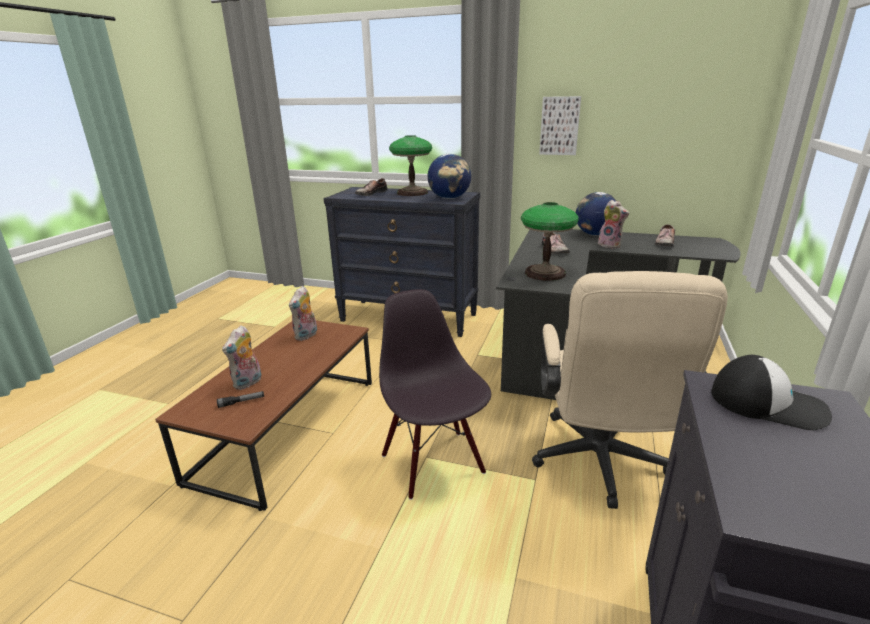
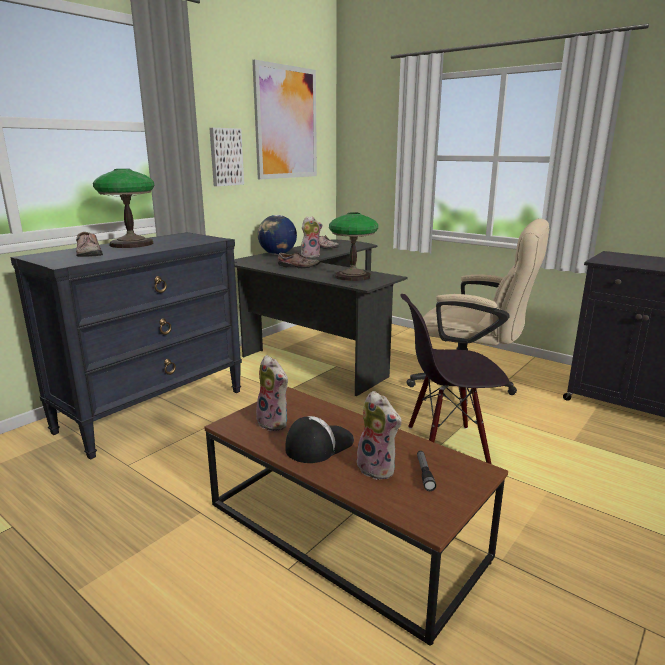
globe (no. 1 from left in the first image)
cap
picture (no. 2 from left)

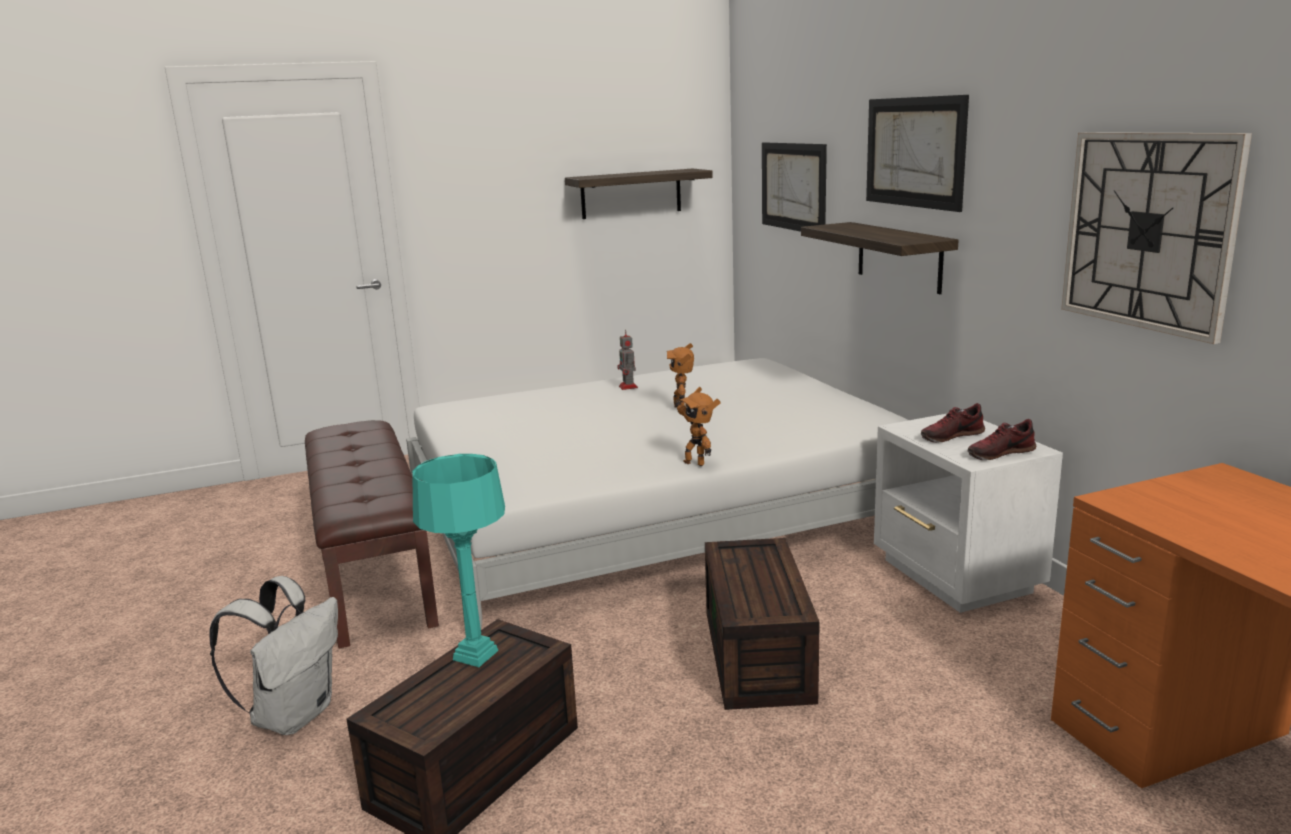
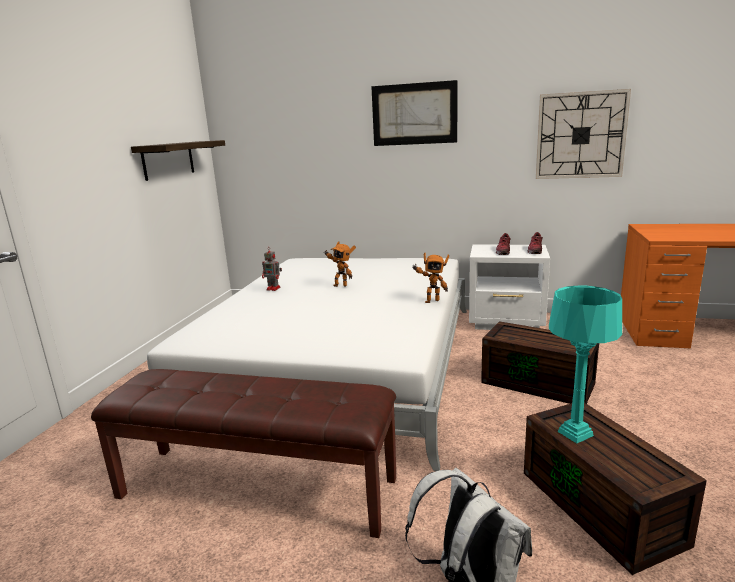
picture (no. 1 from left in the first image)
shelf (no. 2 from left in the first image)

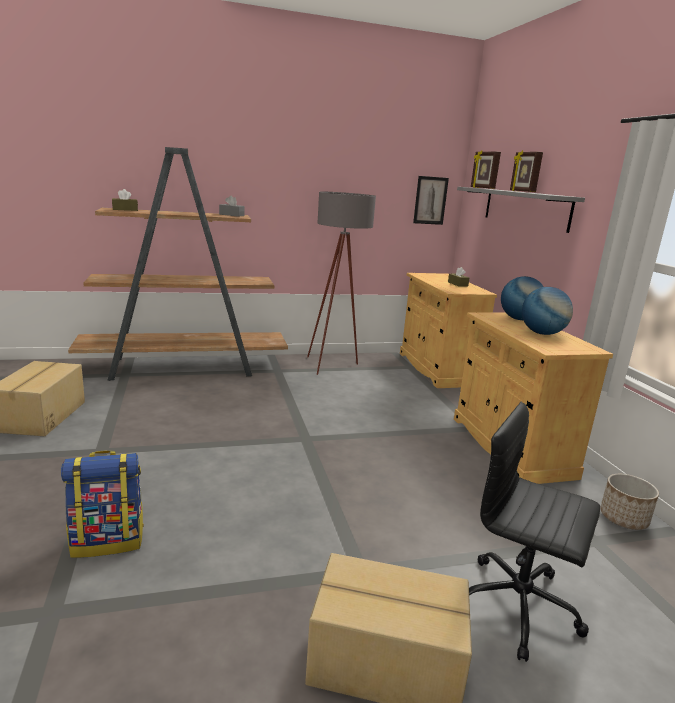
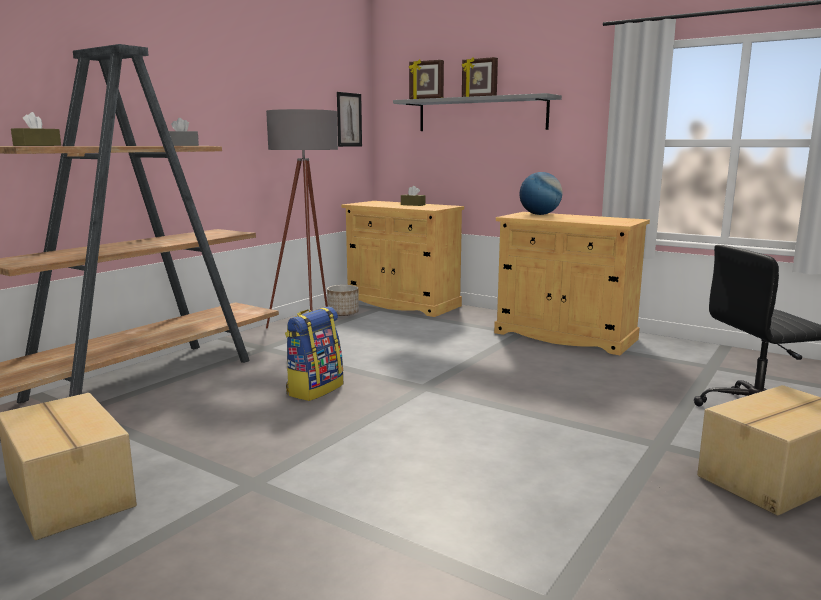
globe (no. 2 from left in the first image)
backpack
planter

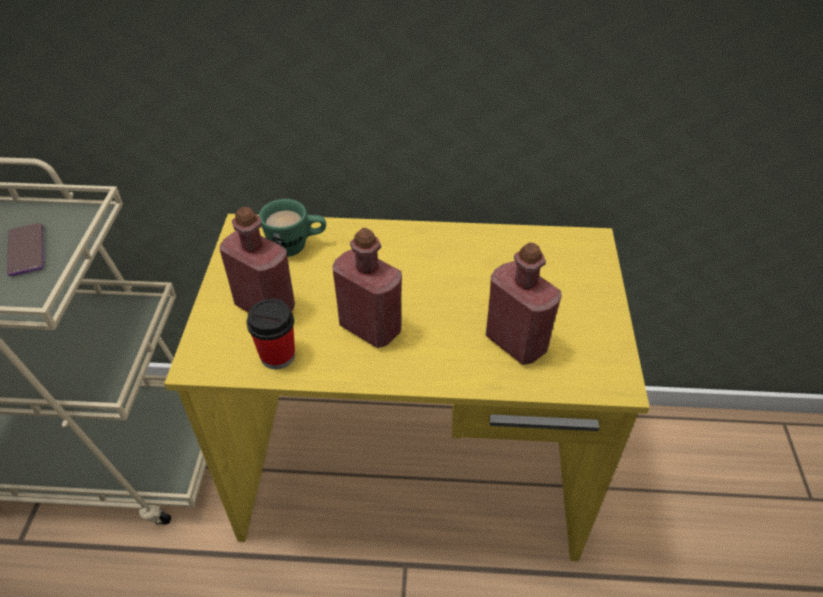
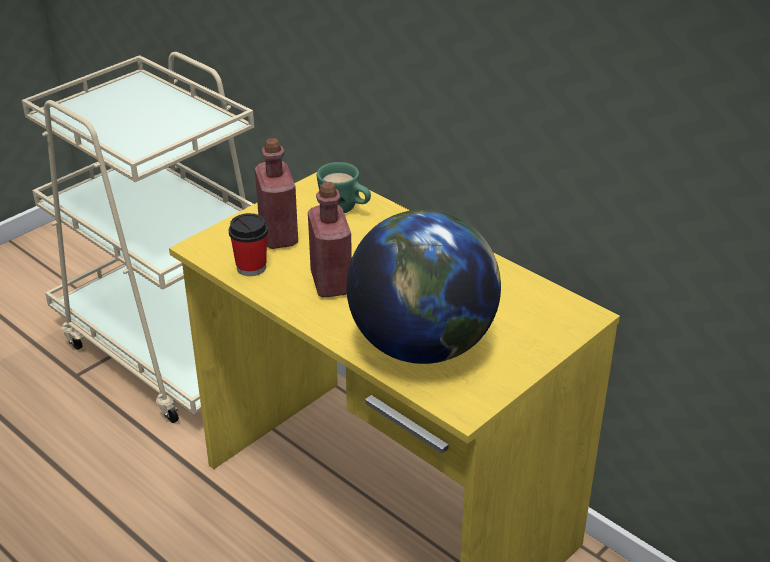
phone
globe

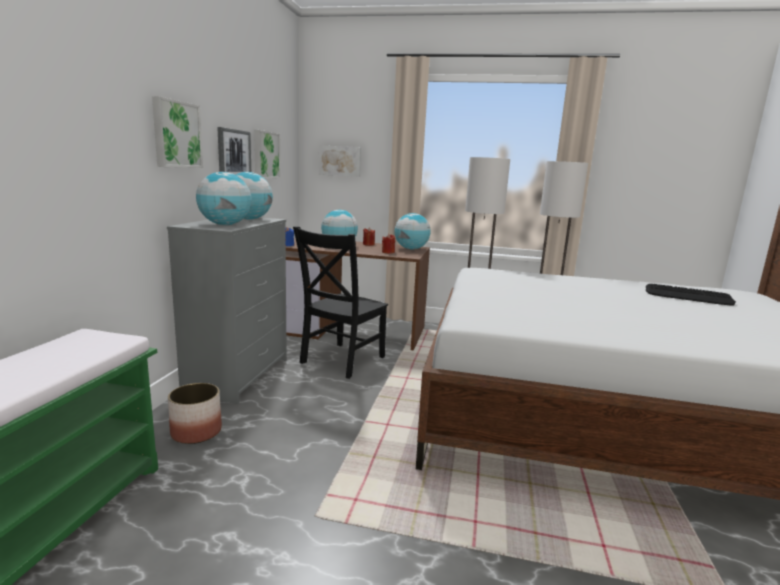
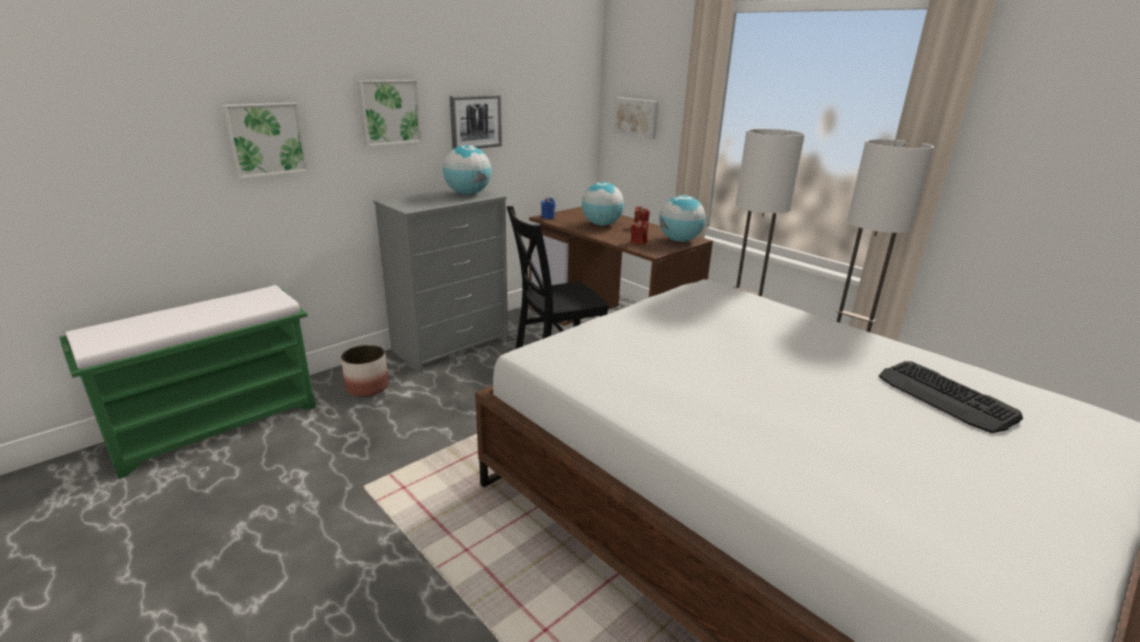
picture (no. 1 from left)
globe (no. 1 from left in the first image)

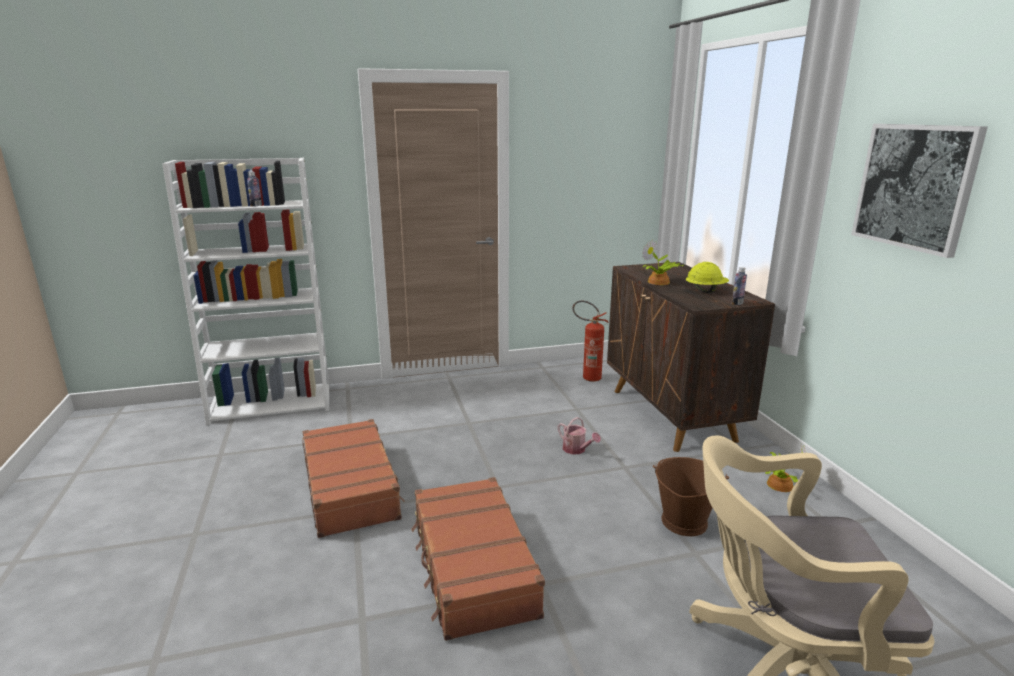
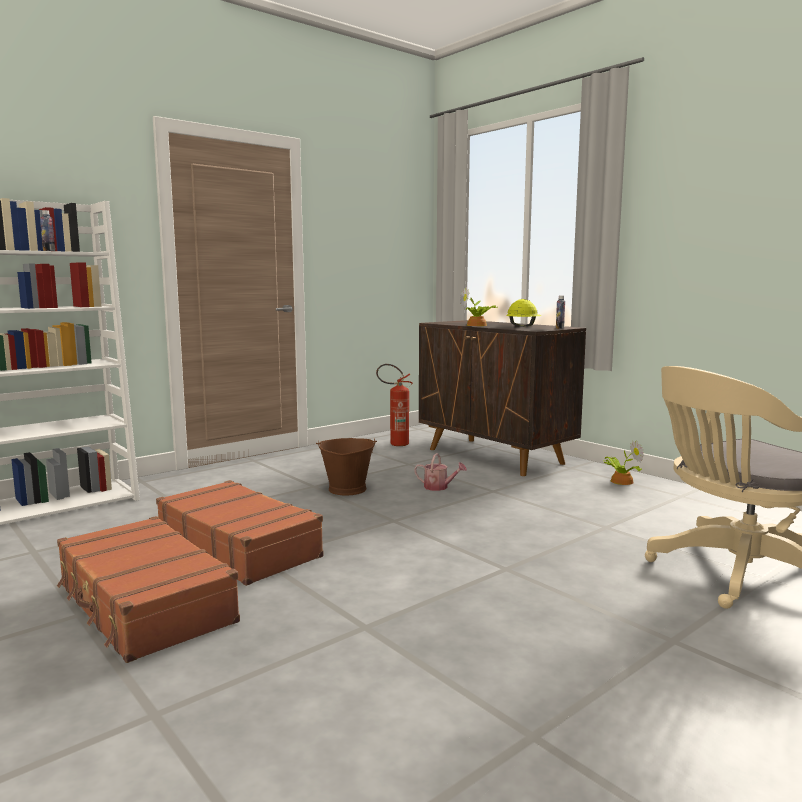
picture
brown bucket
brown suitcase (no. 1 from left)

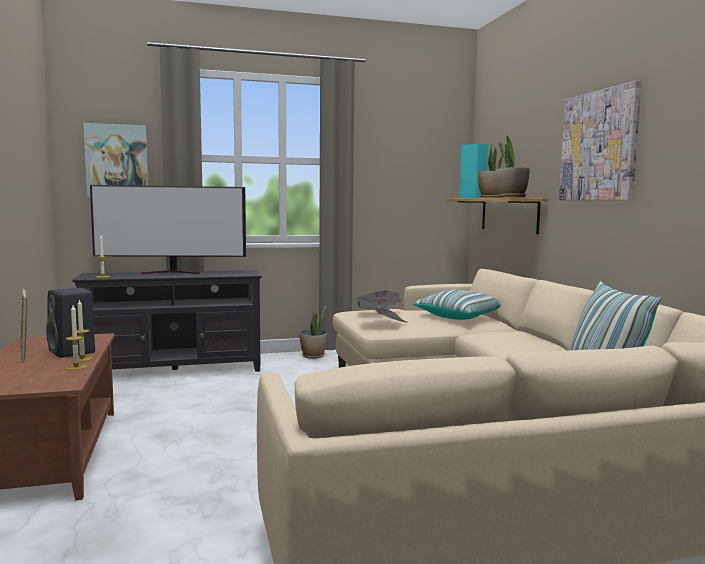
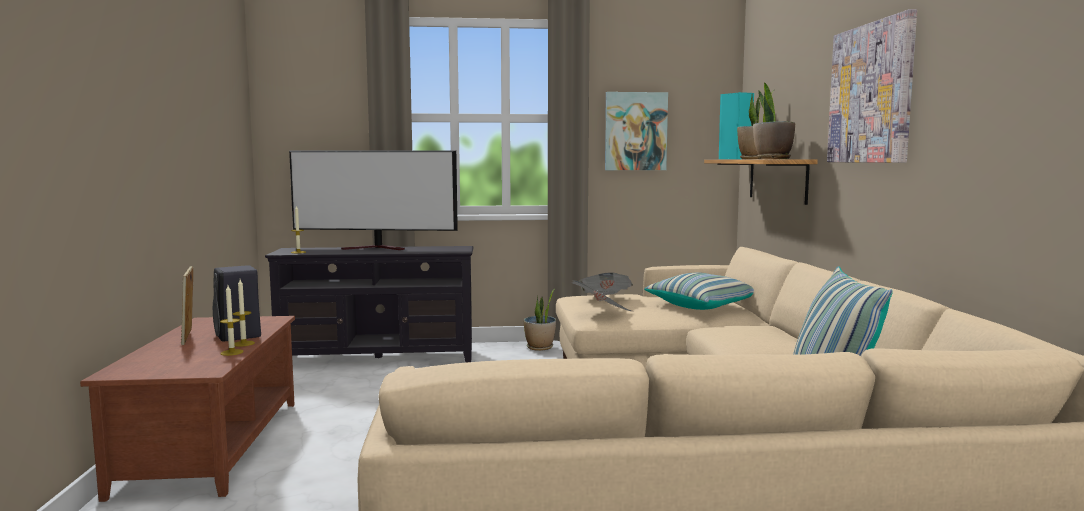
picture (no. 1 from left)

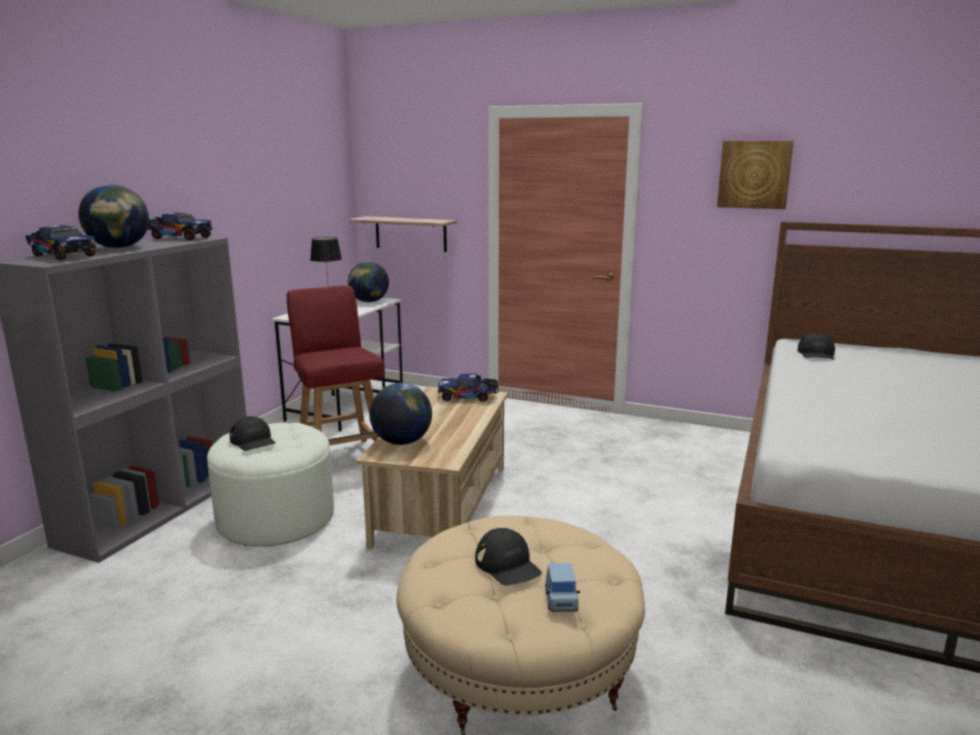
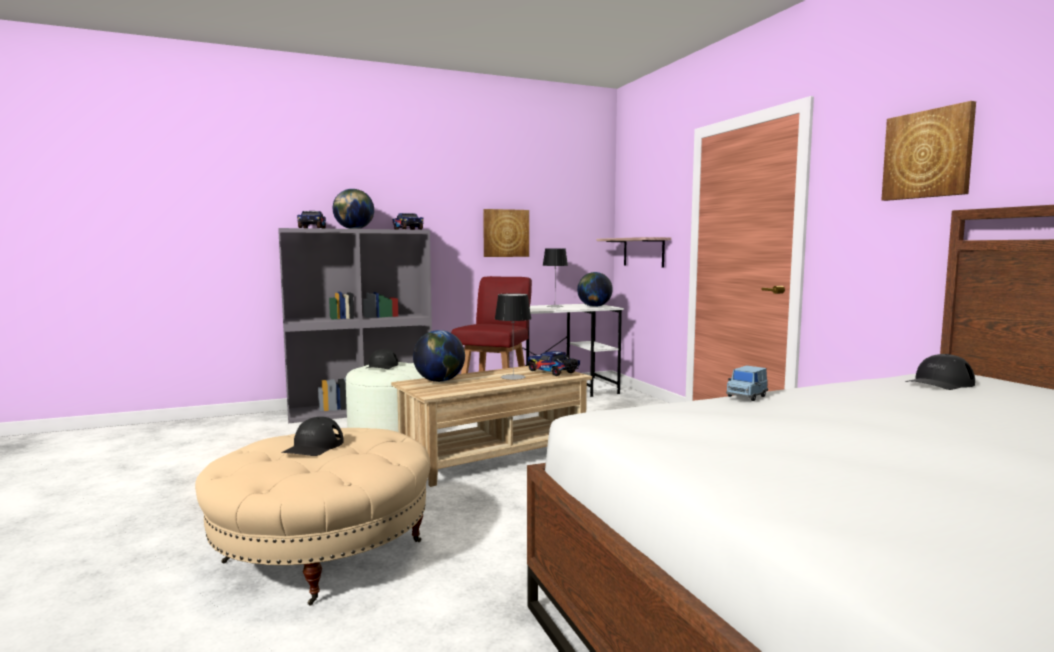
blue toy car
picture (no. 1 from left)
table lamp (no. 1 from left)

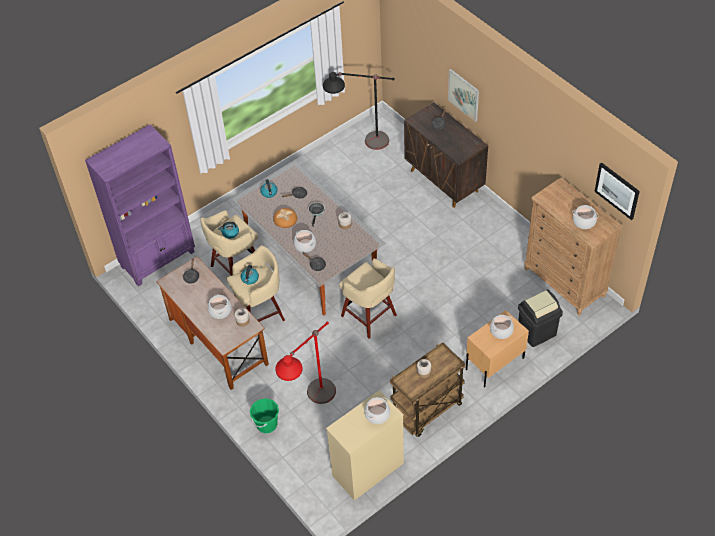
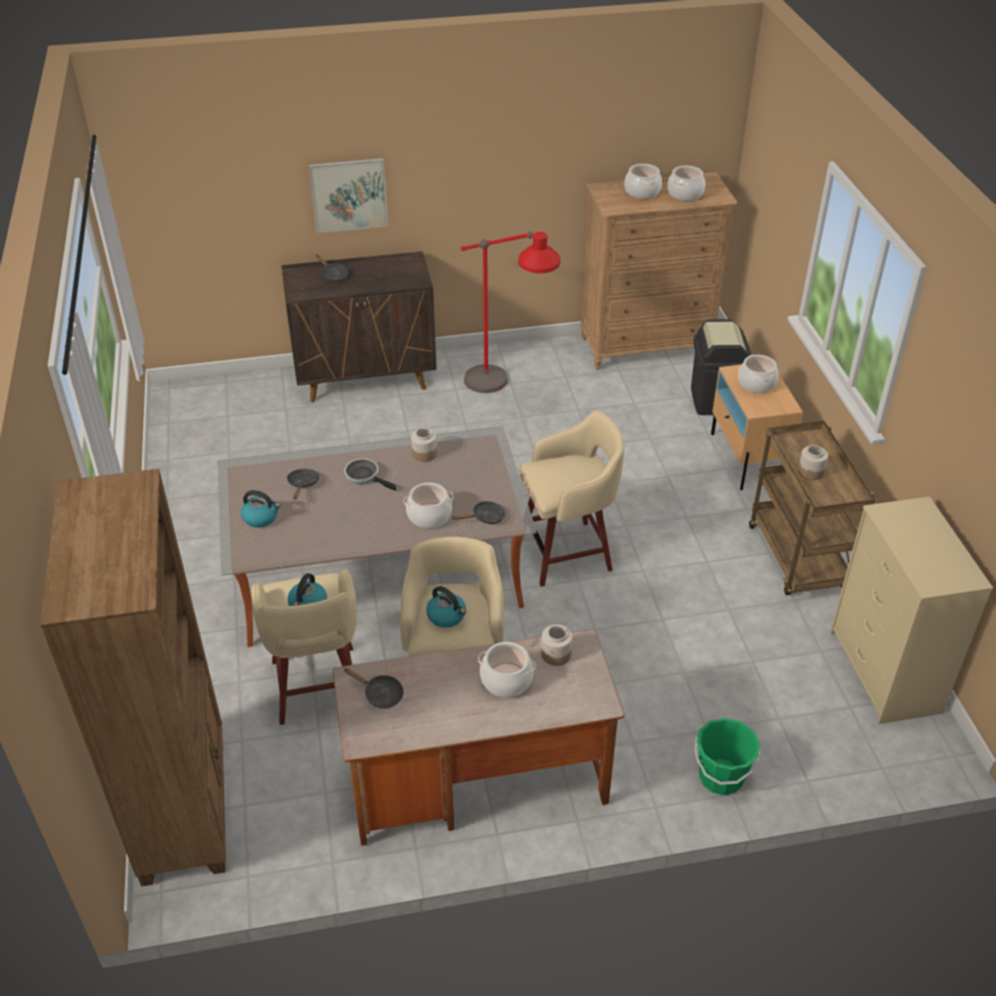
black floor lamp
brown bookcase
picture (no. 2 from left in the first image)
bread
red floor lamp
cooking pot (no. 3 from left)

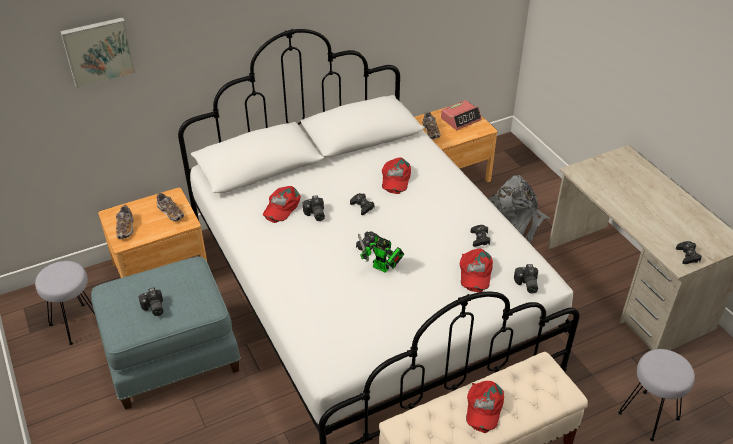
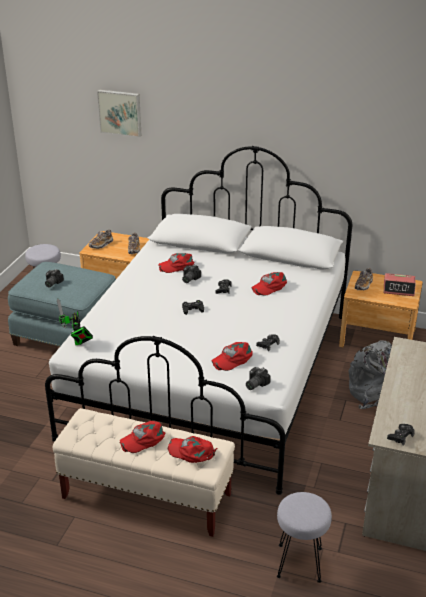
toy robot
red cap (no. 3 from left)

